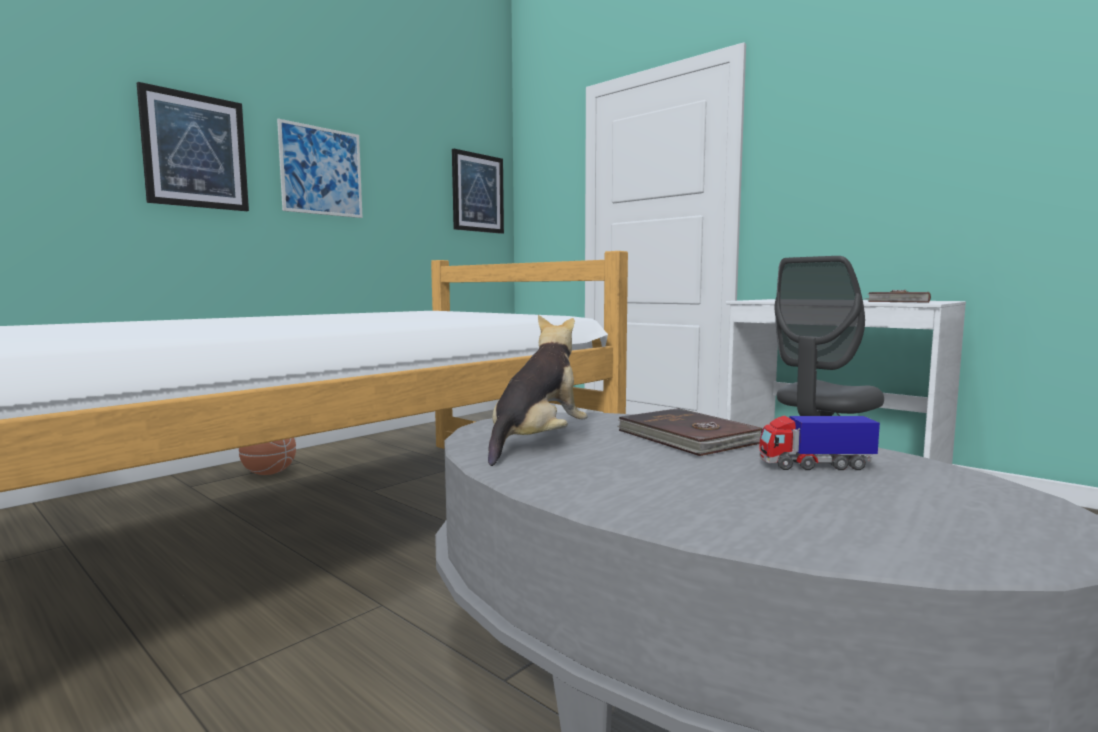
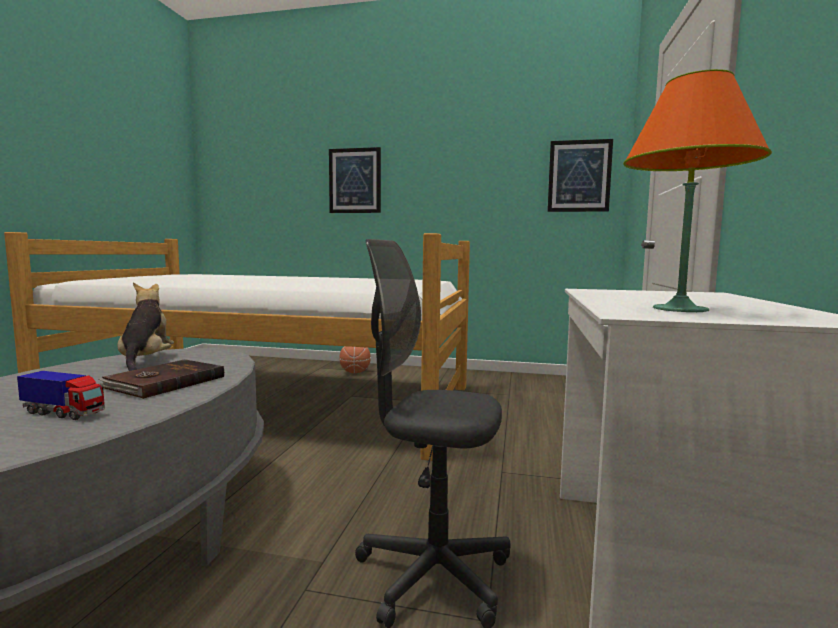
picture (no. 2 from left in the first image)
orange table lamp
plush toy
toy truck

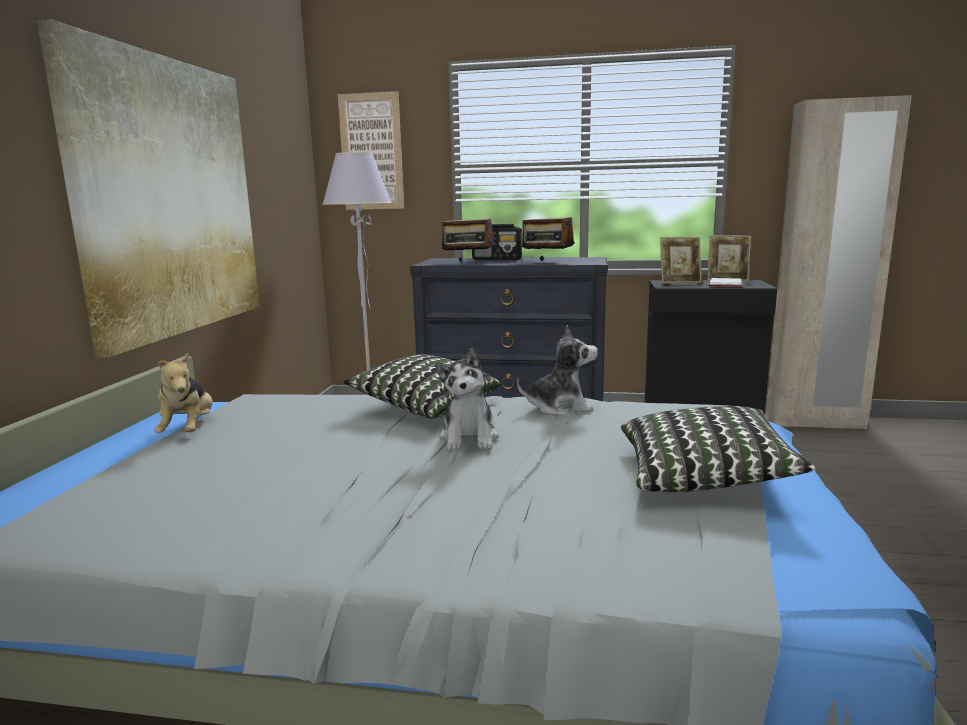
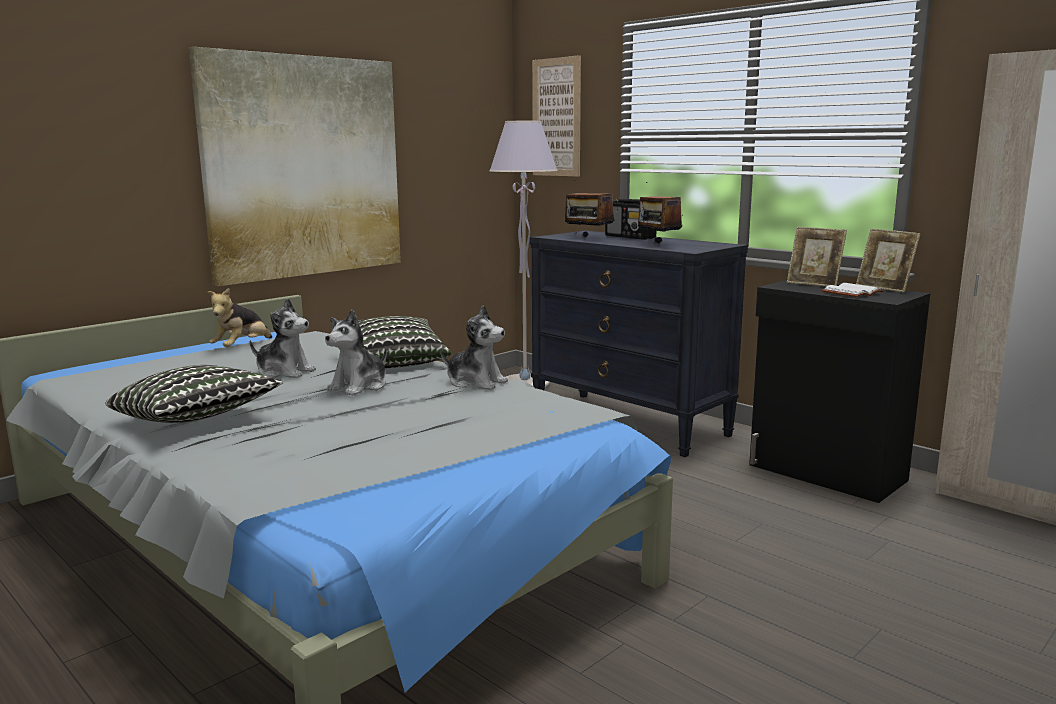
pillow (no. 1 from left)
plush toy (no. 2 from left)

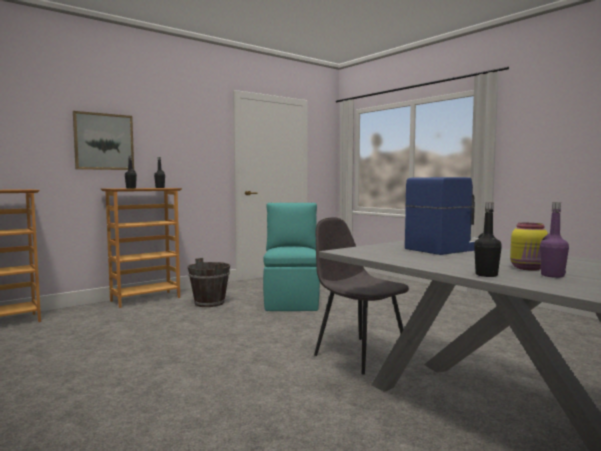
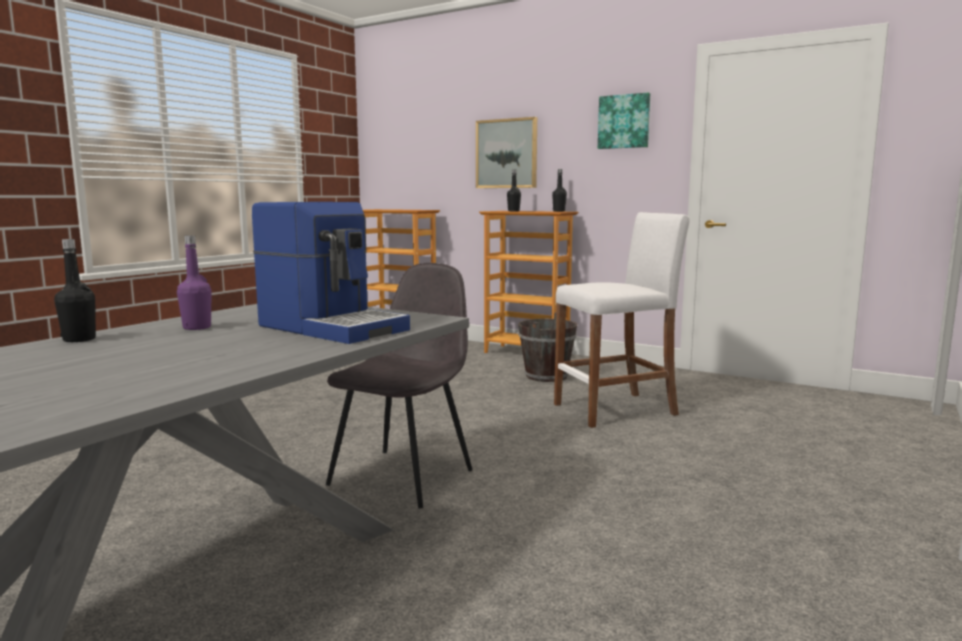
purple bottle
white stool
yellow jar
picture (no. 2 from left)

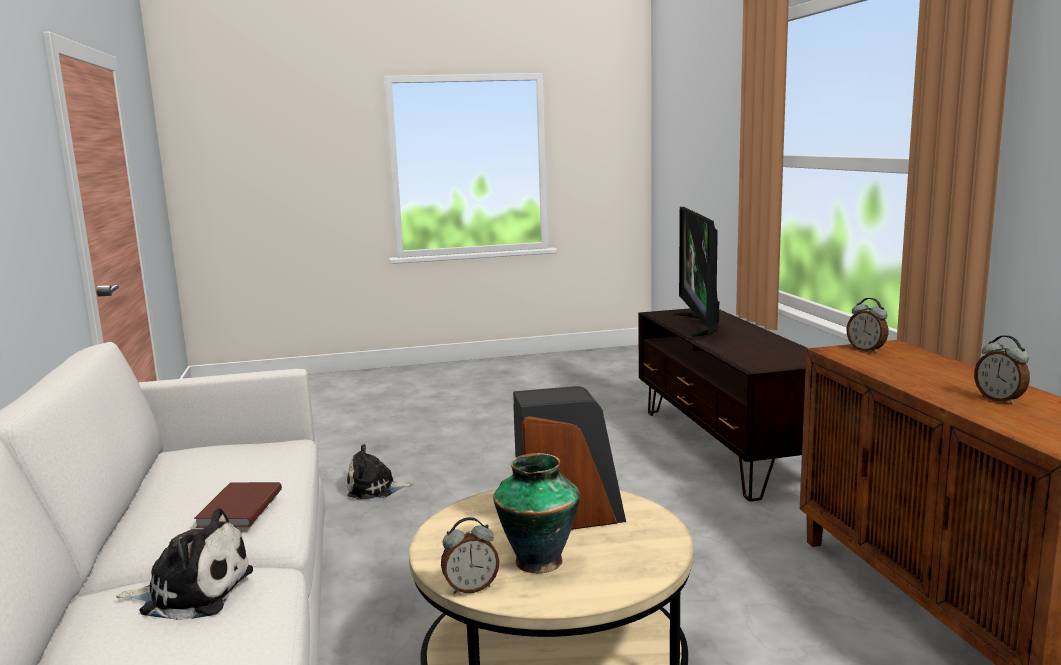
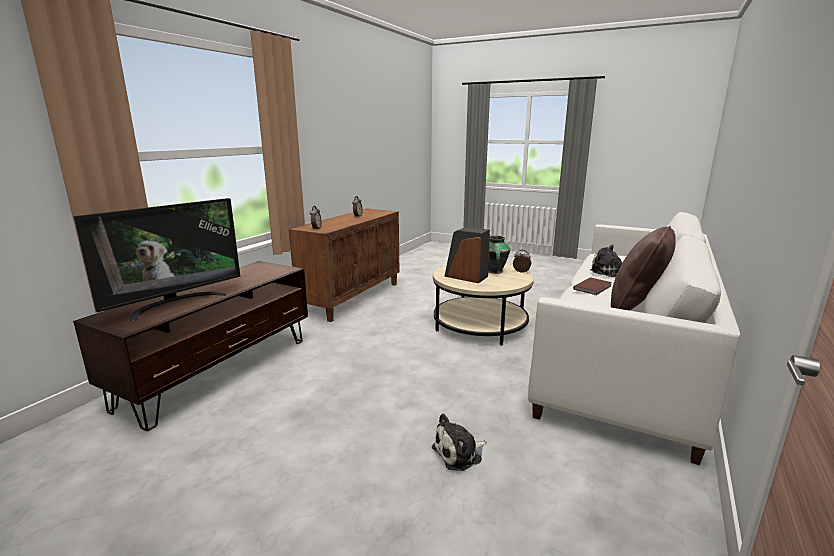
plush toy (no. 1 from left)
brown pillow

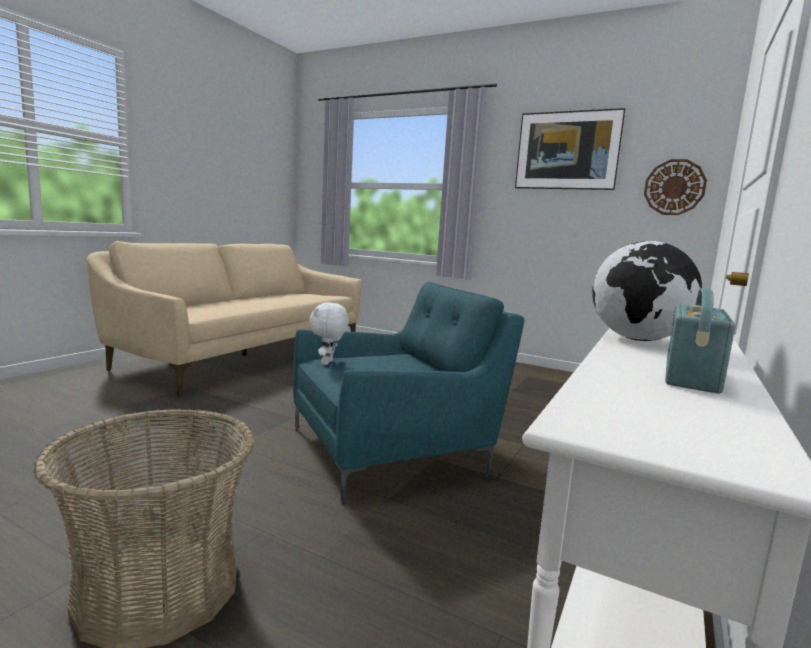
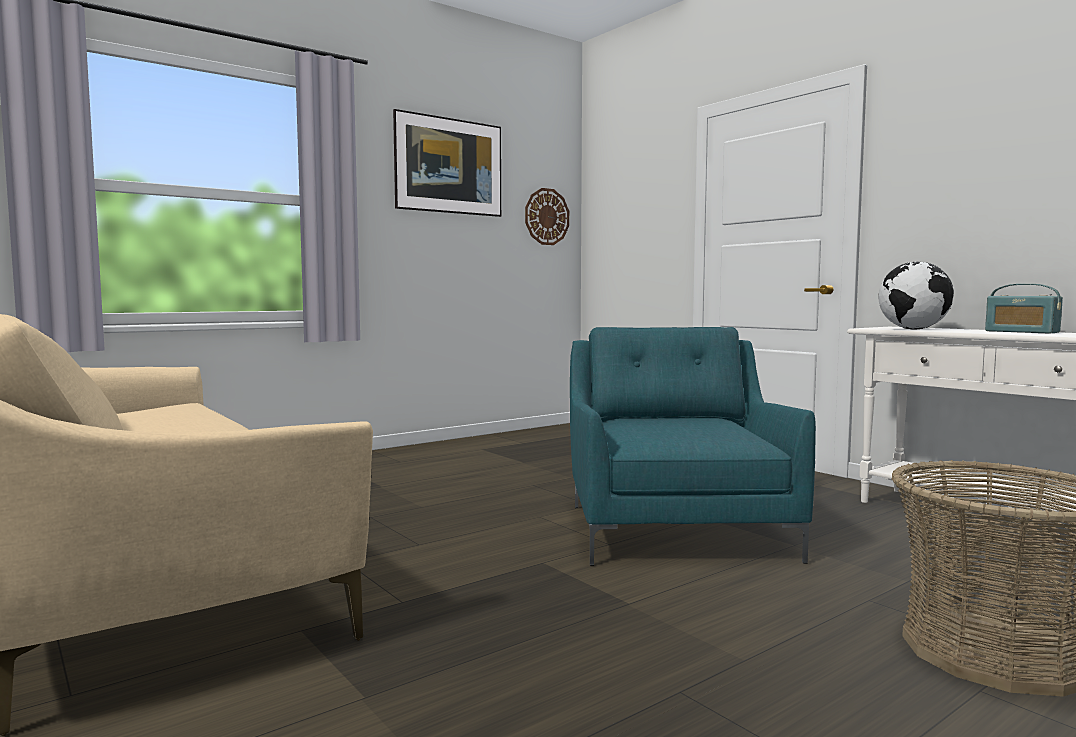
white plush toy

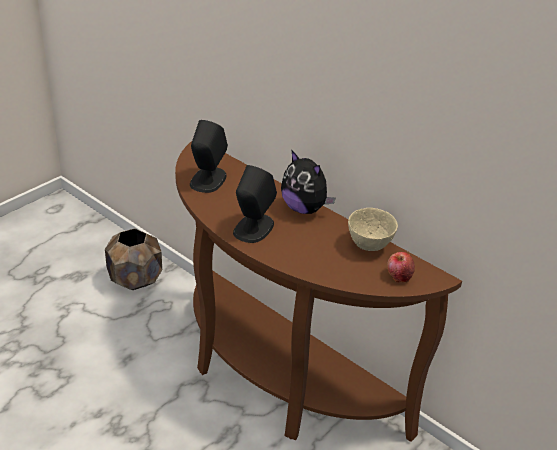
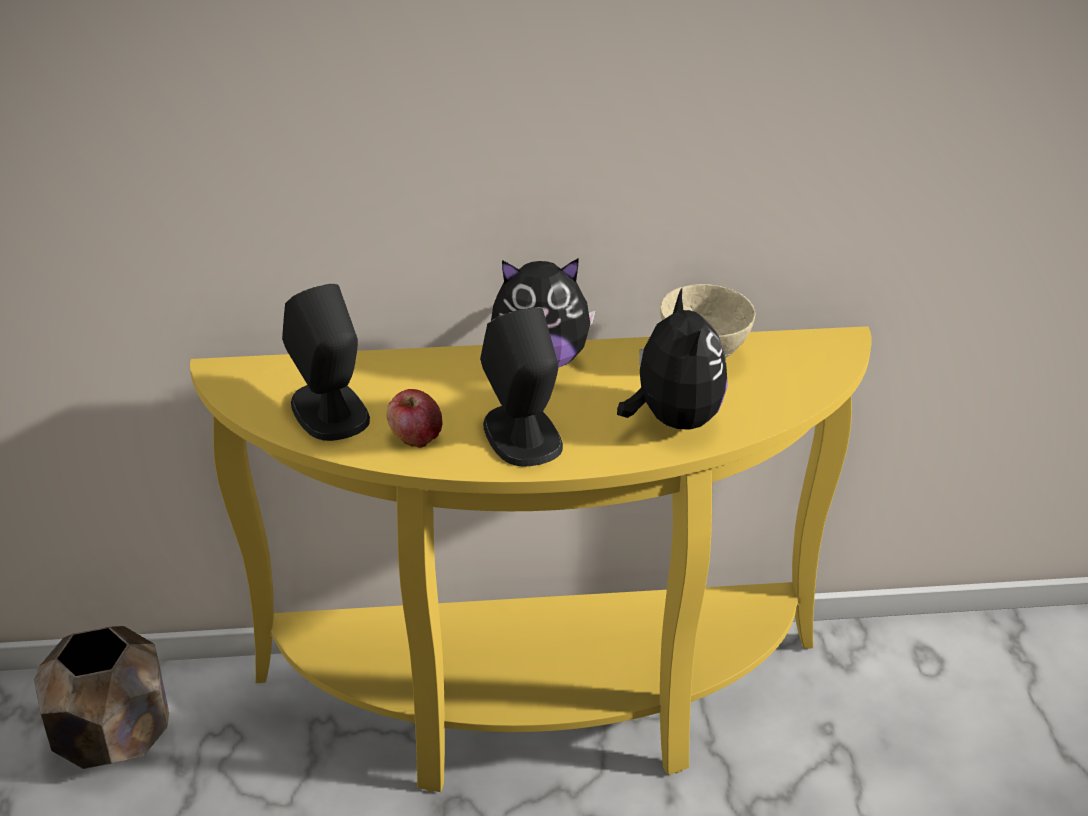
yellow console table
apple
plush toy (no. 2 from left)

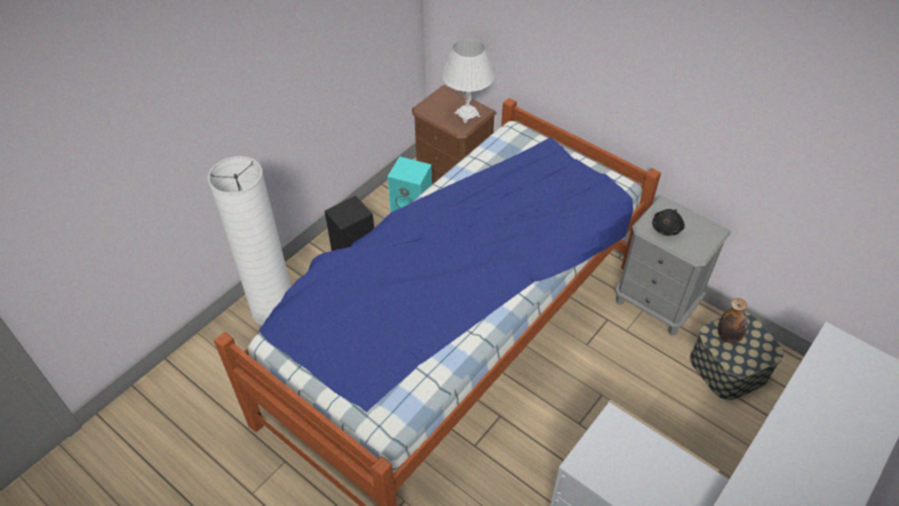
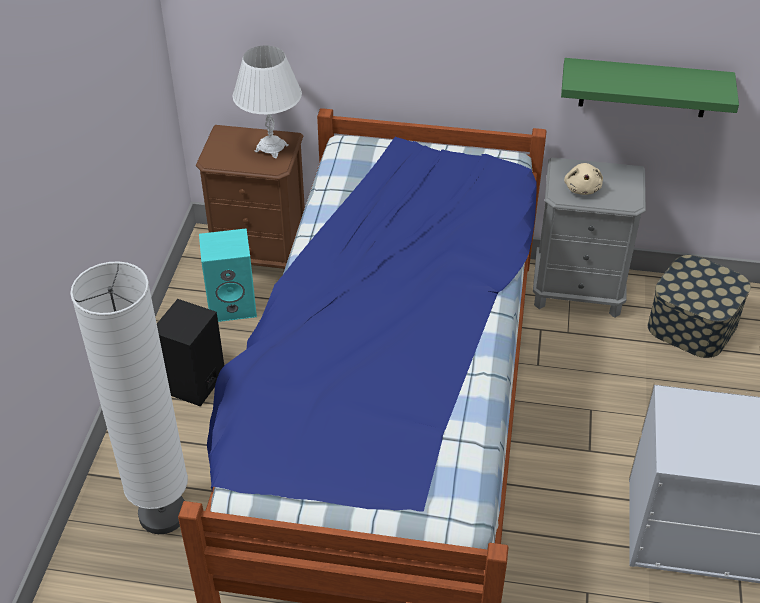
beige plush toy
bottle
green shelf

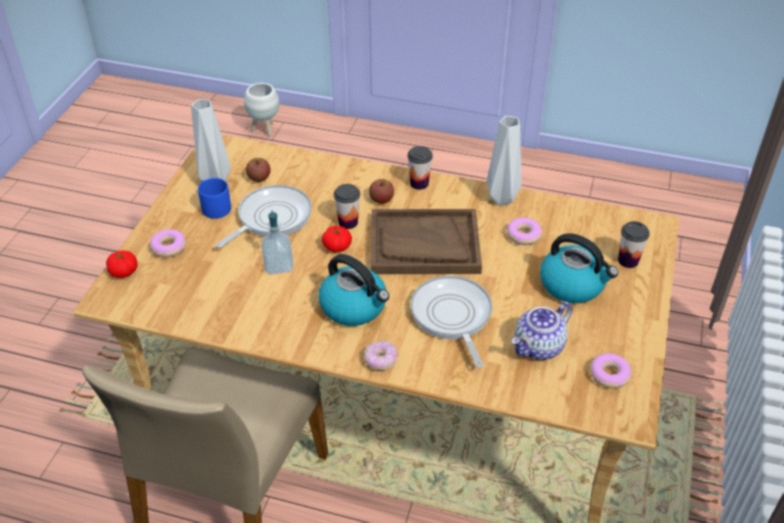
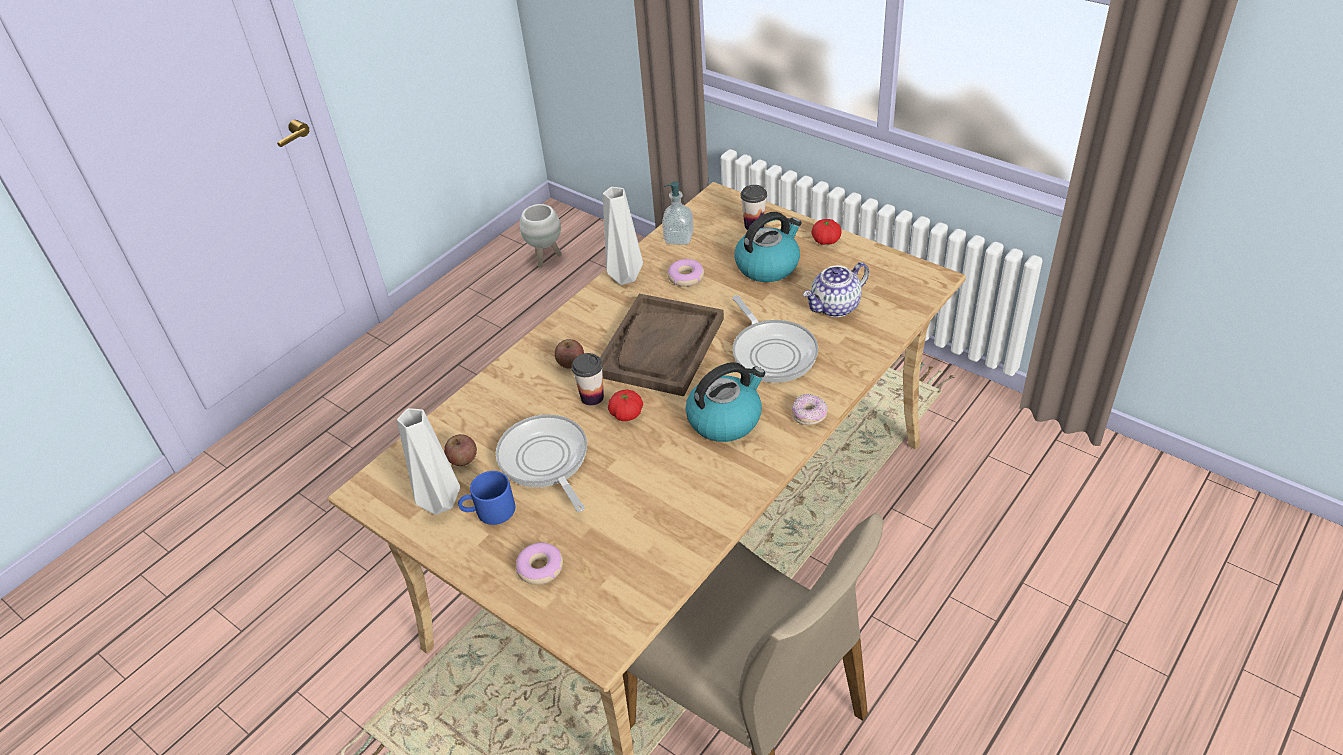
white planter
cup (no. 2 from left in the first image)
soap dispenser
tomato (no. 2 from left)
frying pan (no. 2 from left)
teapot
donut (no. 4 from left in the first image)

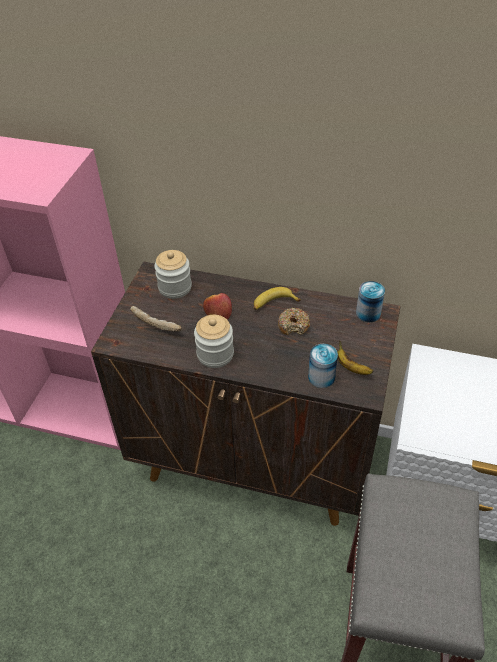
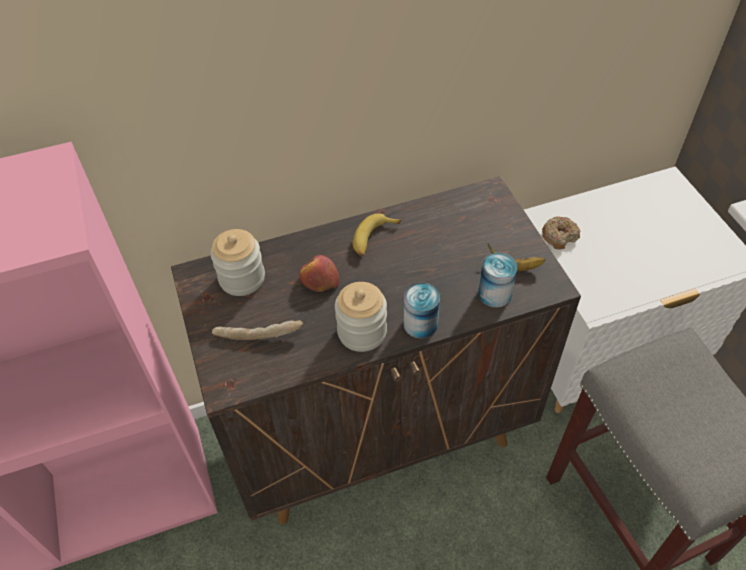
can (no. 1 from left)
donut

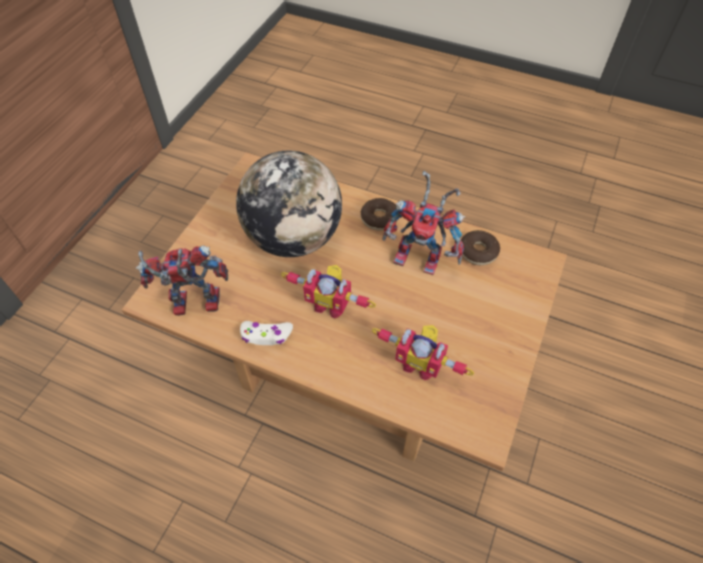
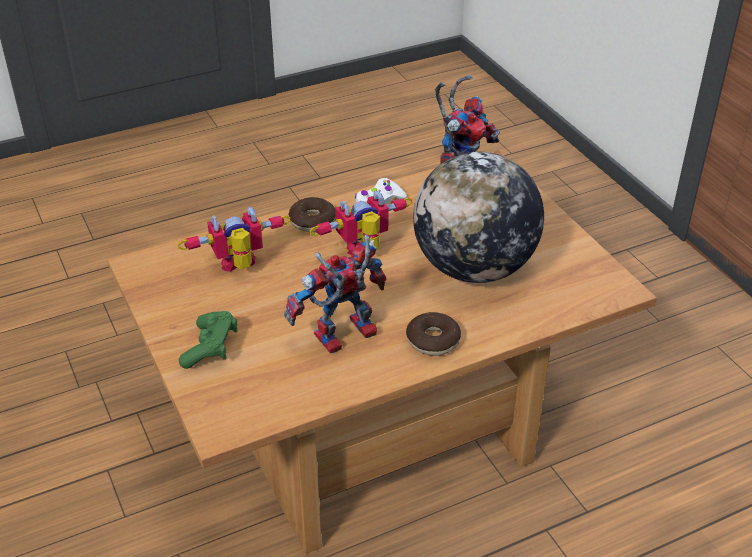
donut (no. 1 from left)
green game controller

